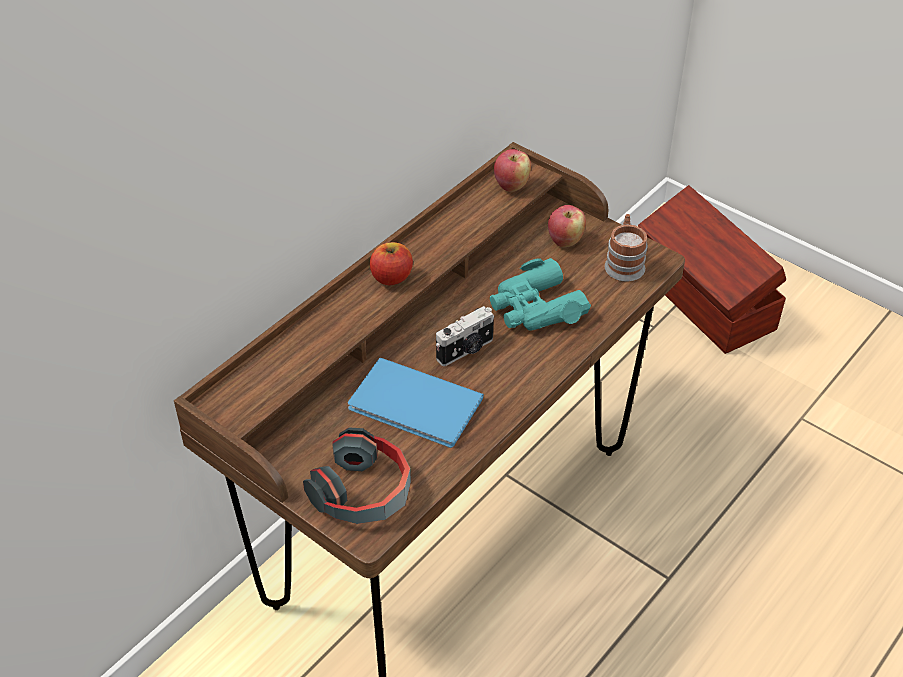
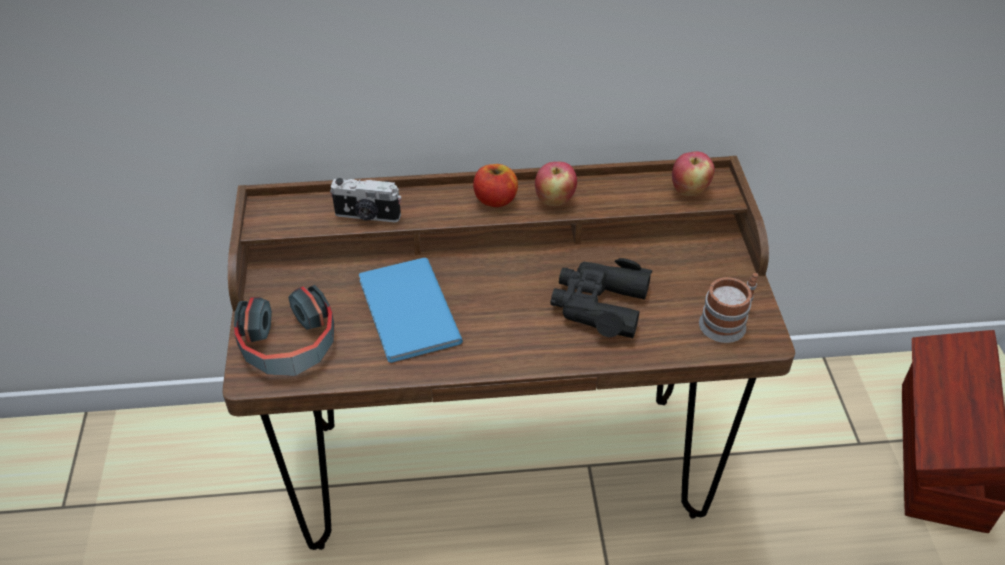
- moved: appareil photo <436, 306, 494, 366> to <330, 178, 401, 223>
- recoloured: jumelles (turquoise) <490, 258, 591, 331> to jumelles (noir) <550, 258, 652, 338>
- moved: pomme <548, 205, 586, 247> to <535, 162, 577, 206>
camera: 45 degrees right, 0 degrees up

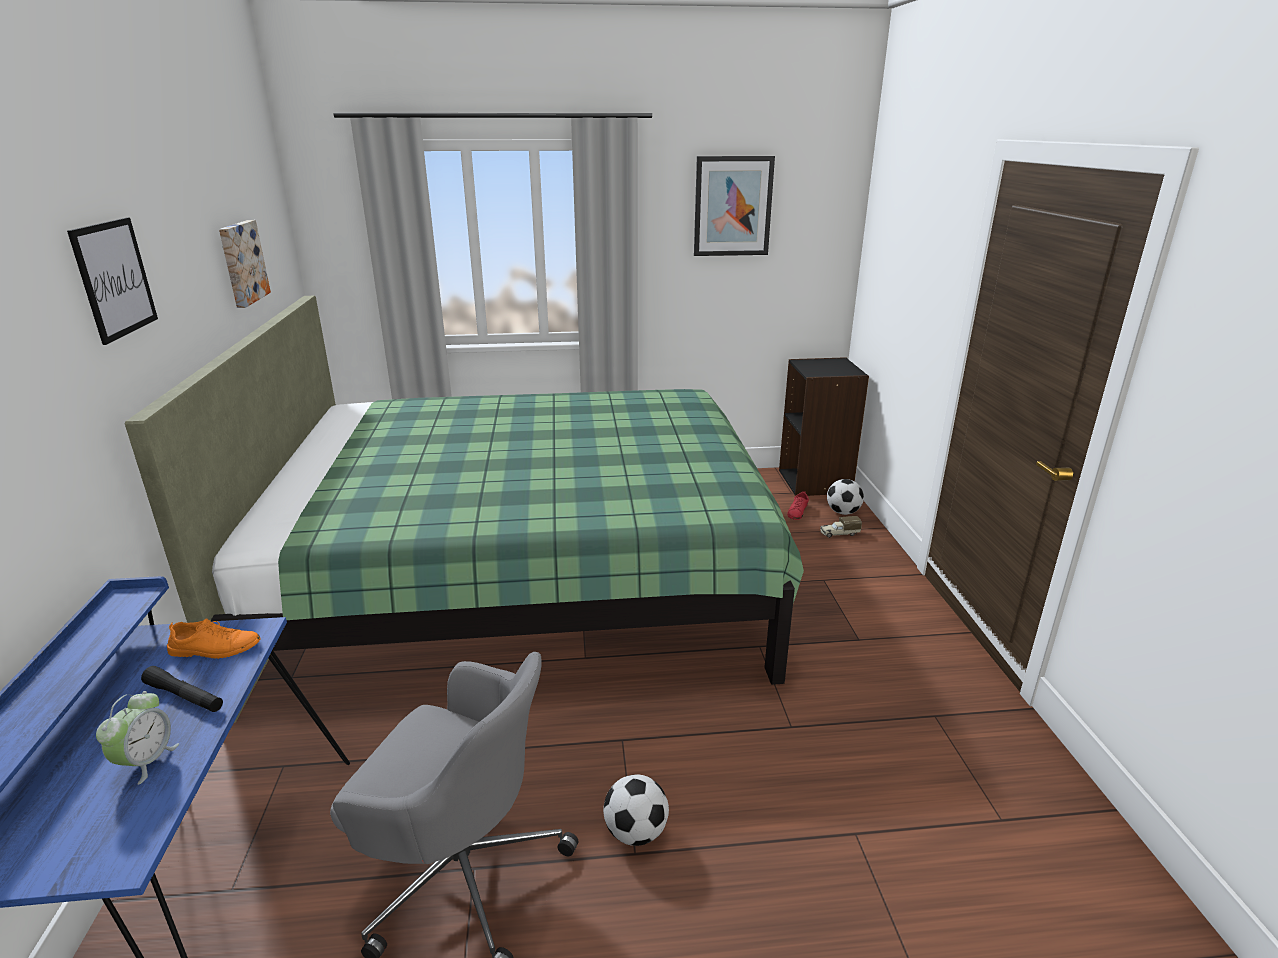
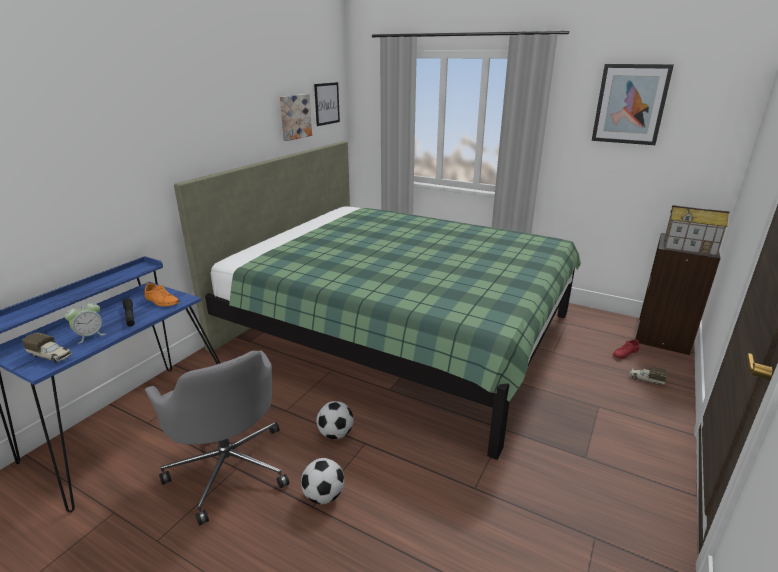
- moved: tableau <67, 217, 158, 345> to <314, 82, 340, 126>
- moved: ballon de foot <827, 479, 864, 515> to <316, 401, 354, 439>
- added: camion jouet <22, 332, 72, 364>
- added: maison miniature <664, 205, 729, 256>
camera: 35 degrees right, 0 degrees up

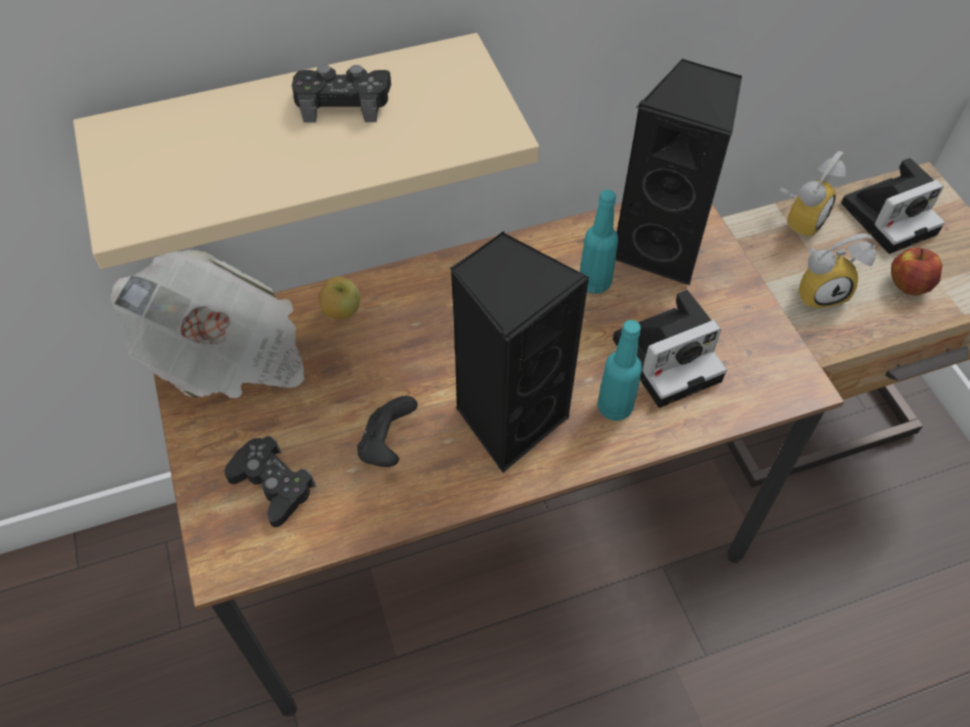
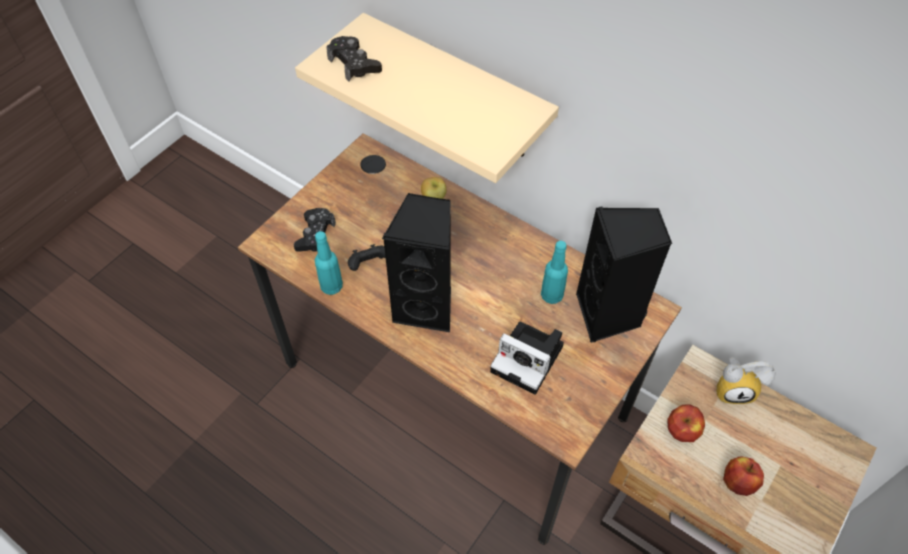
- removed: journal <111, 250, 305, 399>
- moved: manette (noir) <292, 65, 391, 122> to <326, 36, 382, 82>
- moved: bouteille (turquoise) <597, 320, 642, 421> to <315, 231, 343, 295>
- replaced: réveil <798, 233, 876, 310> to pomme <667, 405, 705, 442>
- removed: appareil photo <841, 158, 945, 254>
camera: 55 degrees right, 0 degrees up

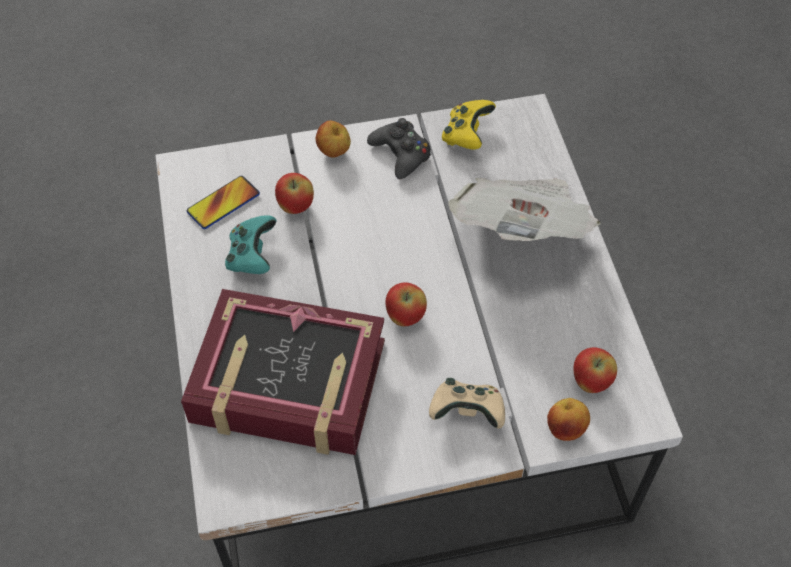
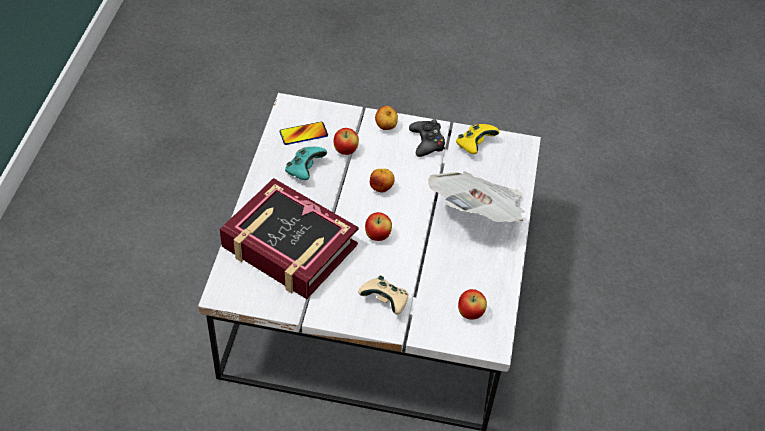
- moved: pomme <547, 398, 590, 441> to <370, 169, 395, 193>
camera: 20 degrees right, 5 degrees down

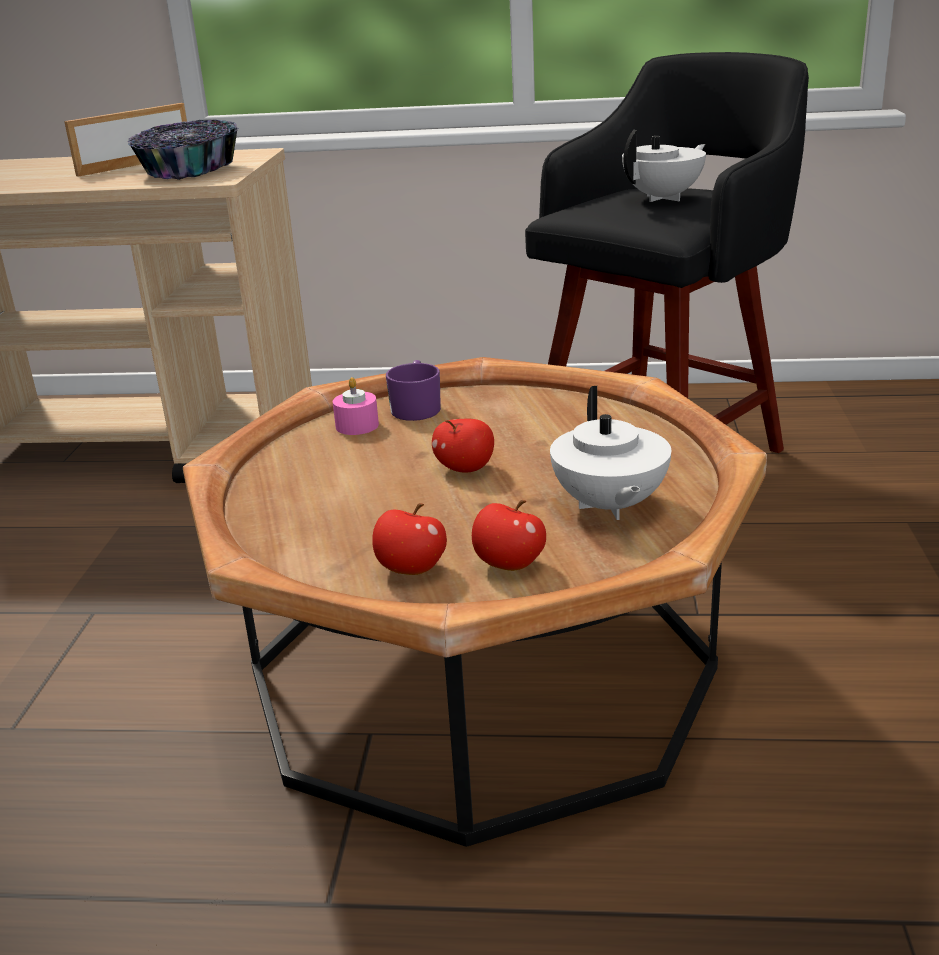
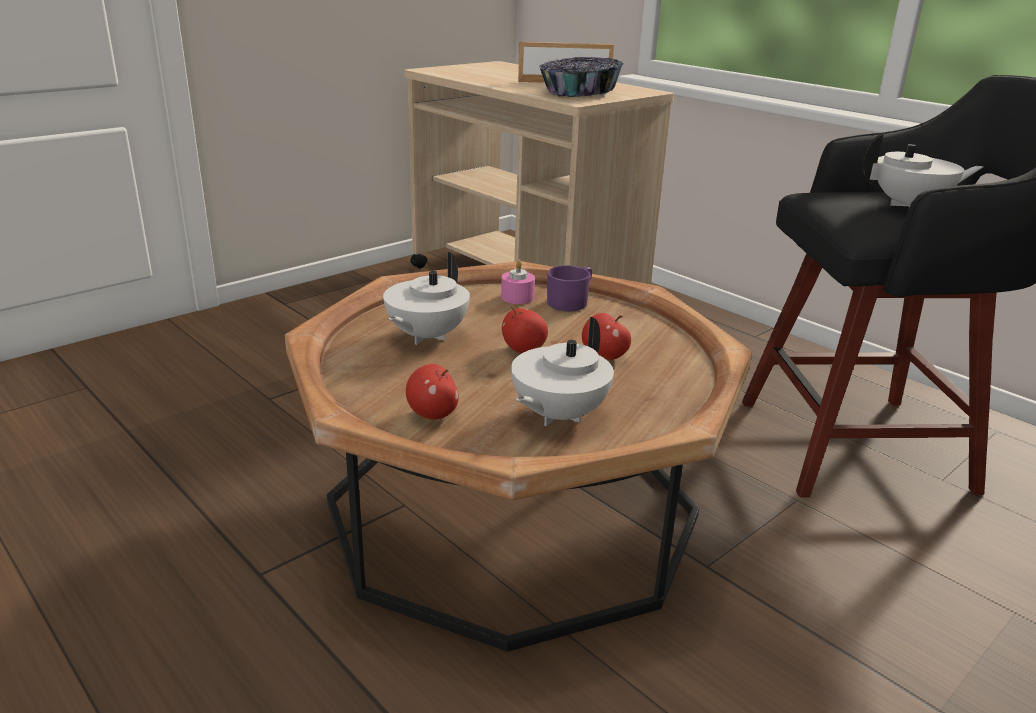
- moved: pomme <372, 503, 447, 575> to <582, 313, 631, 361>
- added: théière (blanc) <383, 252, 470, 345>
camera: 40 degrees right, 0 degrees up

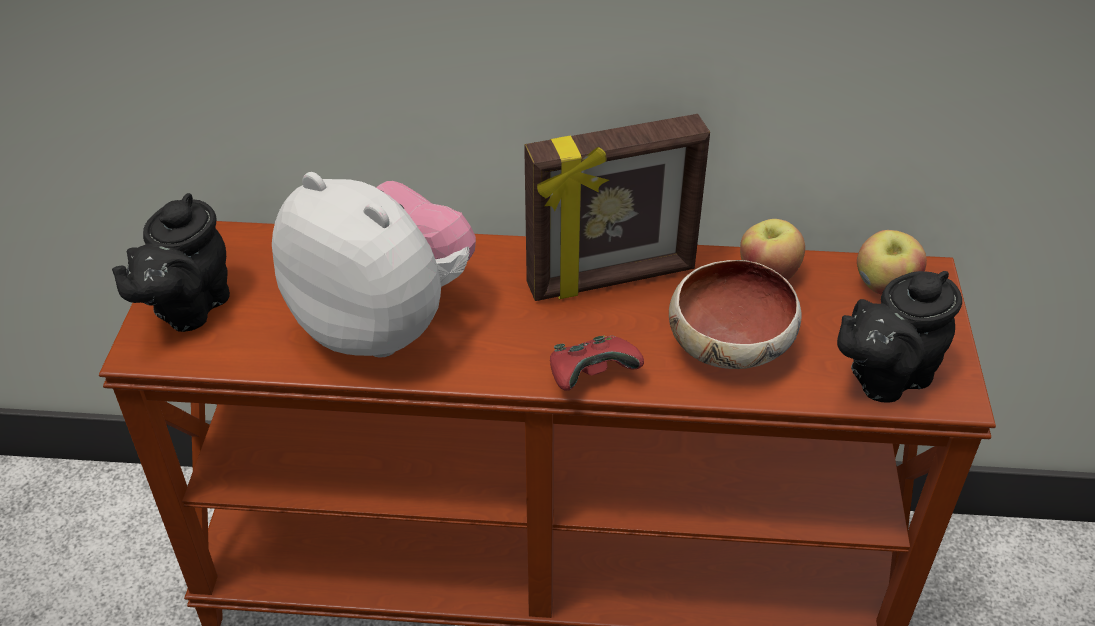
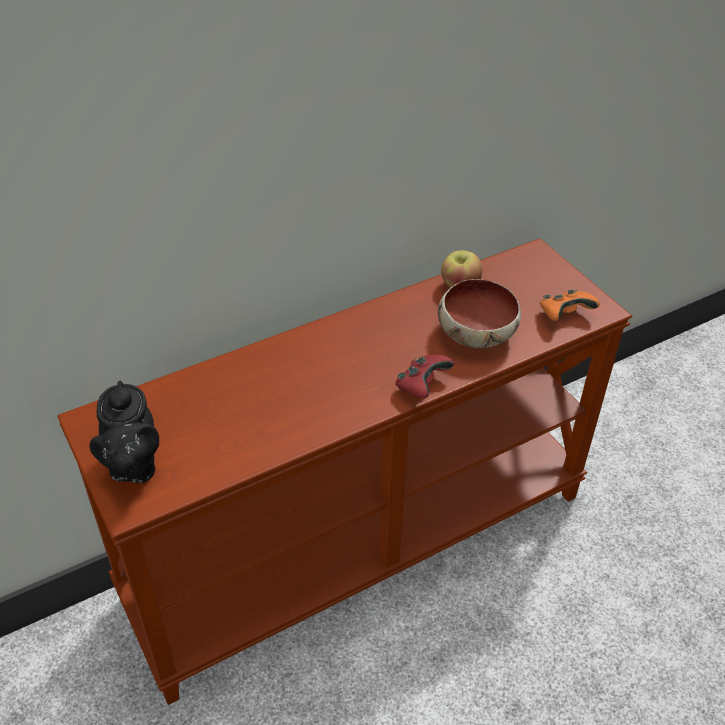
- removed: peluche <272, 172, 476, 358>
- removed: cadre photo <524, 114, 710, 301>
- replaced: théière (noir) <837, 271, 962, 402> to manette (orange) <540, 290, 600, 321>
- removed: pomme <857, 230, 927, 295>
camera: 35 degrees left, 0 degrees up

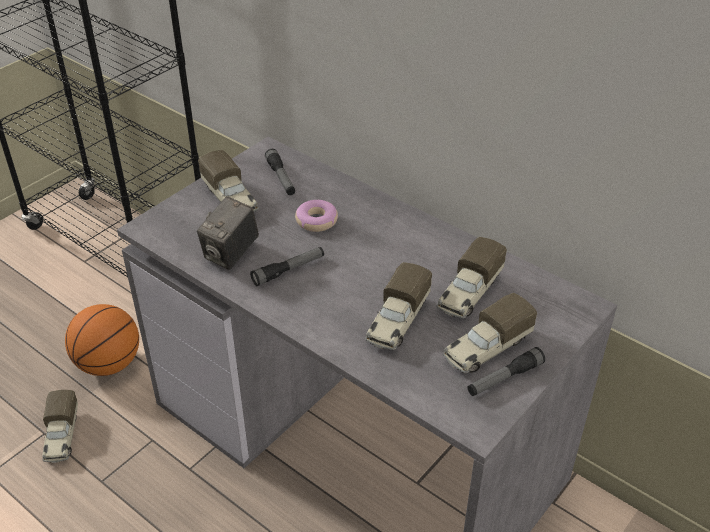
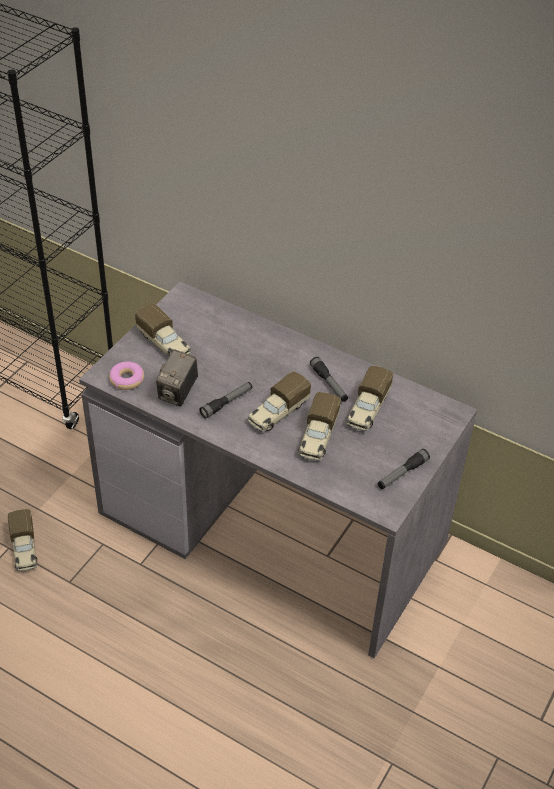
- removed: ballon de basket <65, 304, 139, 376>
- moved: lampe de poche <265, 149, 295, 195> to <310, 357, 348, 402>
- moved: beignet <295, 200, 338, 232> to <109, 362, 144, 390>
- moved: camion jouet <443, 293, 537, 373> to <247, 371, 311, 432>
camera: 10 degrees left, 5 degrees up

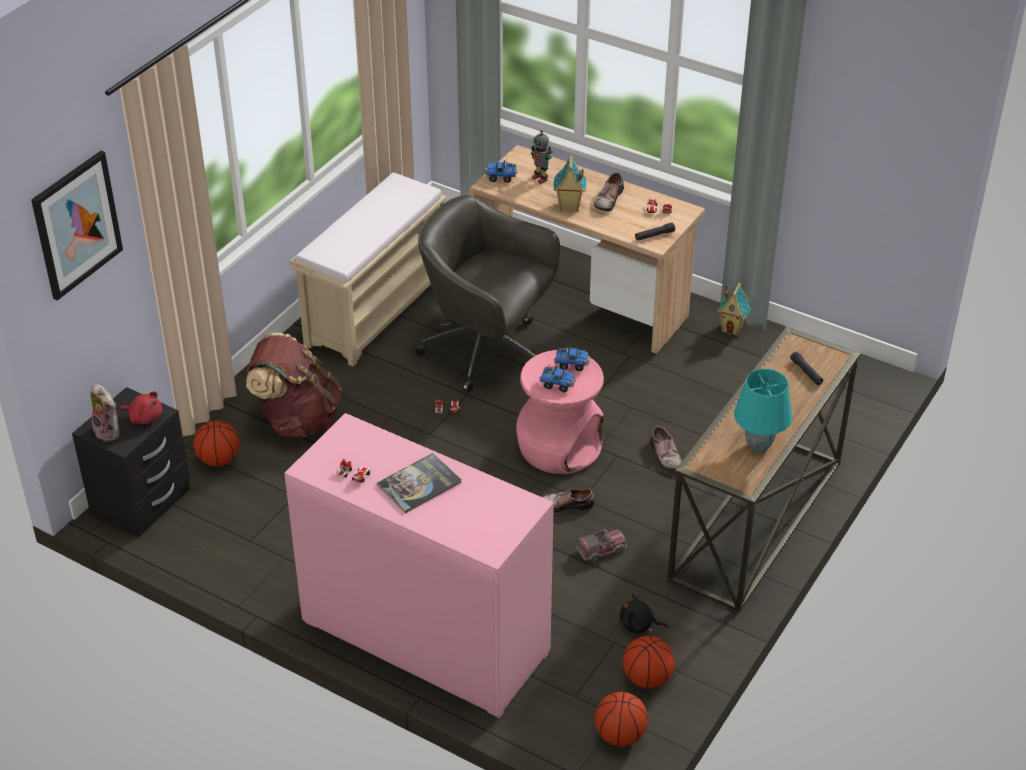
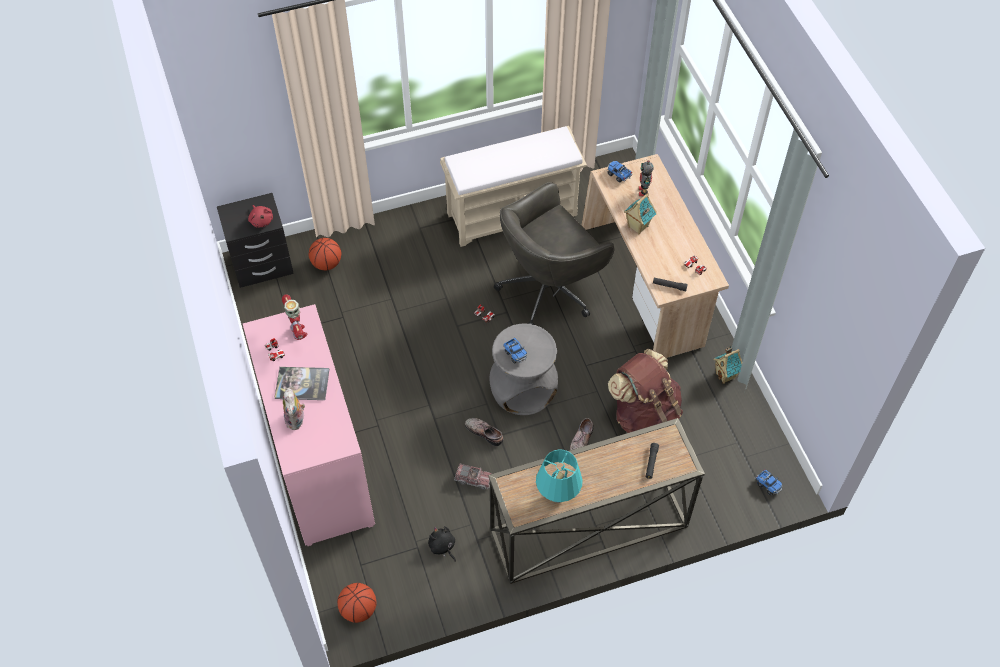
- removed: tableau <31, 151, 123, 301>
- moved: peluche <90, 384, 119, 442> to <283, 388, 305, 430>
- moved: sac à dos (marron) <246, 333, 342, 438> to <608, 349, 683, 433>
- turned: chaise de bureau (gris) <415, 195, 560, 393> = <494, 182, 614, 325> 105 degrees counterclockwise
- recoloured: tabouret (rose) <516, 350, 604, 474> to tabouret (gris) <490, 323, 558, 415>
- moved: camion jouet <554, 346, 590, 371> to <755, 470, 782, 495>
- removed: chaussure <594, 172, 624, 212>
- removed: ballon de basket <623, 636, 675, 688>
- added: robot jouet <282, 294, 307, 340>
camera: 40 degrees right, 15 degrees up

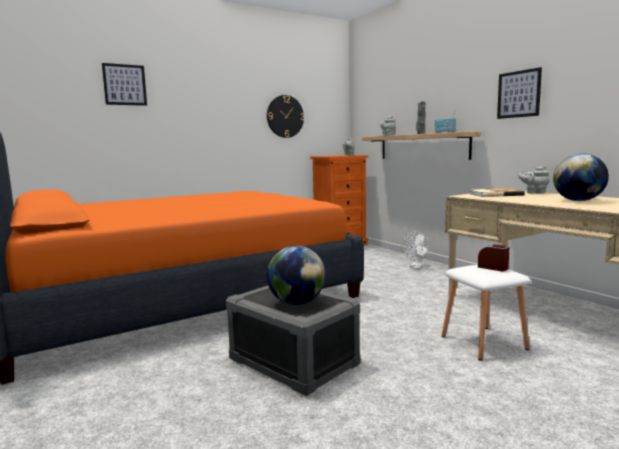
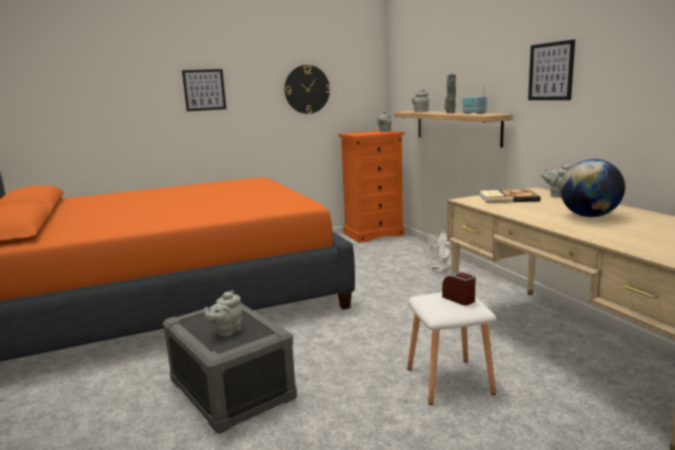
- moved: tableau <102, 63, 147, 106> to <182, 69, 226, 111>
- replaced: globe <267, 246, 326, 305> to théière (gris) <204, 290, 242, 337>
camera: 10 degrees right, 5 degrees up

